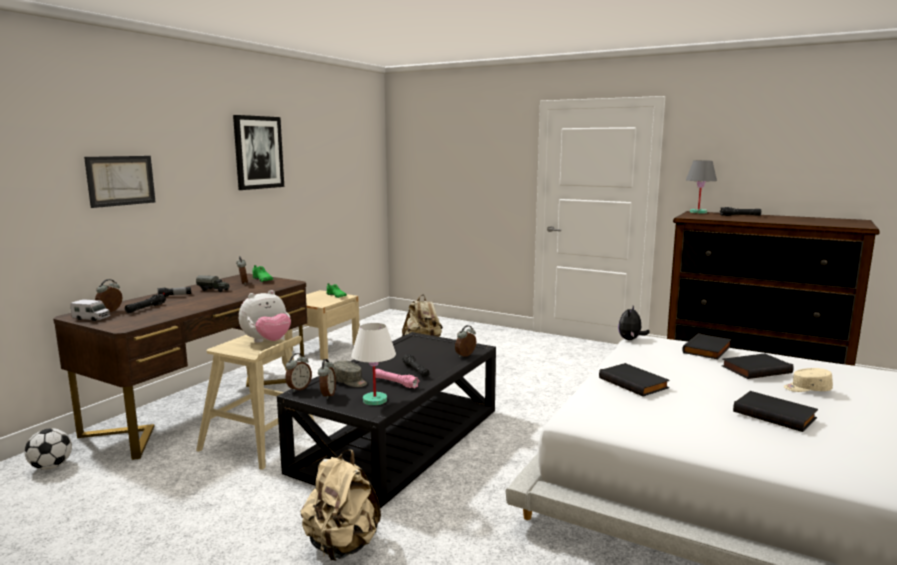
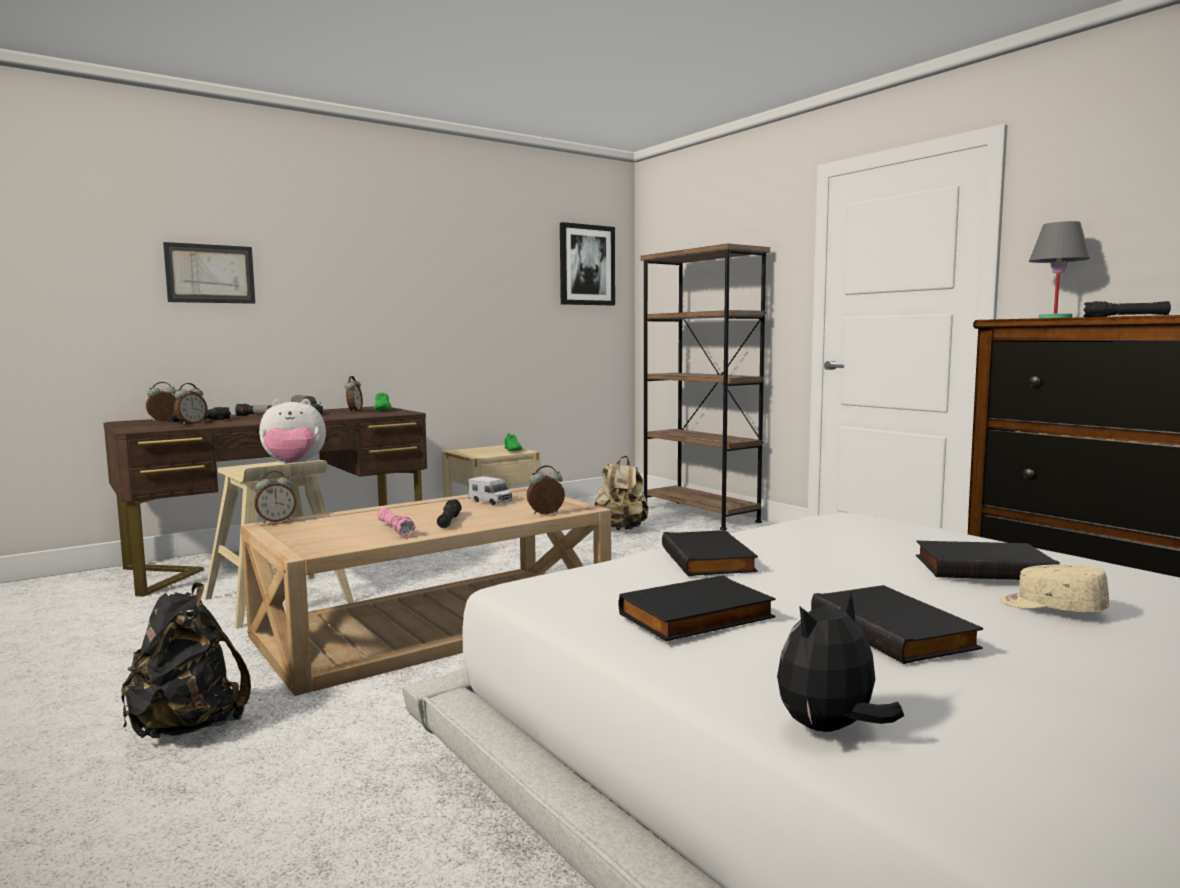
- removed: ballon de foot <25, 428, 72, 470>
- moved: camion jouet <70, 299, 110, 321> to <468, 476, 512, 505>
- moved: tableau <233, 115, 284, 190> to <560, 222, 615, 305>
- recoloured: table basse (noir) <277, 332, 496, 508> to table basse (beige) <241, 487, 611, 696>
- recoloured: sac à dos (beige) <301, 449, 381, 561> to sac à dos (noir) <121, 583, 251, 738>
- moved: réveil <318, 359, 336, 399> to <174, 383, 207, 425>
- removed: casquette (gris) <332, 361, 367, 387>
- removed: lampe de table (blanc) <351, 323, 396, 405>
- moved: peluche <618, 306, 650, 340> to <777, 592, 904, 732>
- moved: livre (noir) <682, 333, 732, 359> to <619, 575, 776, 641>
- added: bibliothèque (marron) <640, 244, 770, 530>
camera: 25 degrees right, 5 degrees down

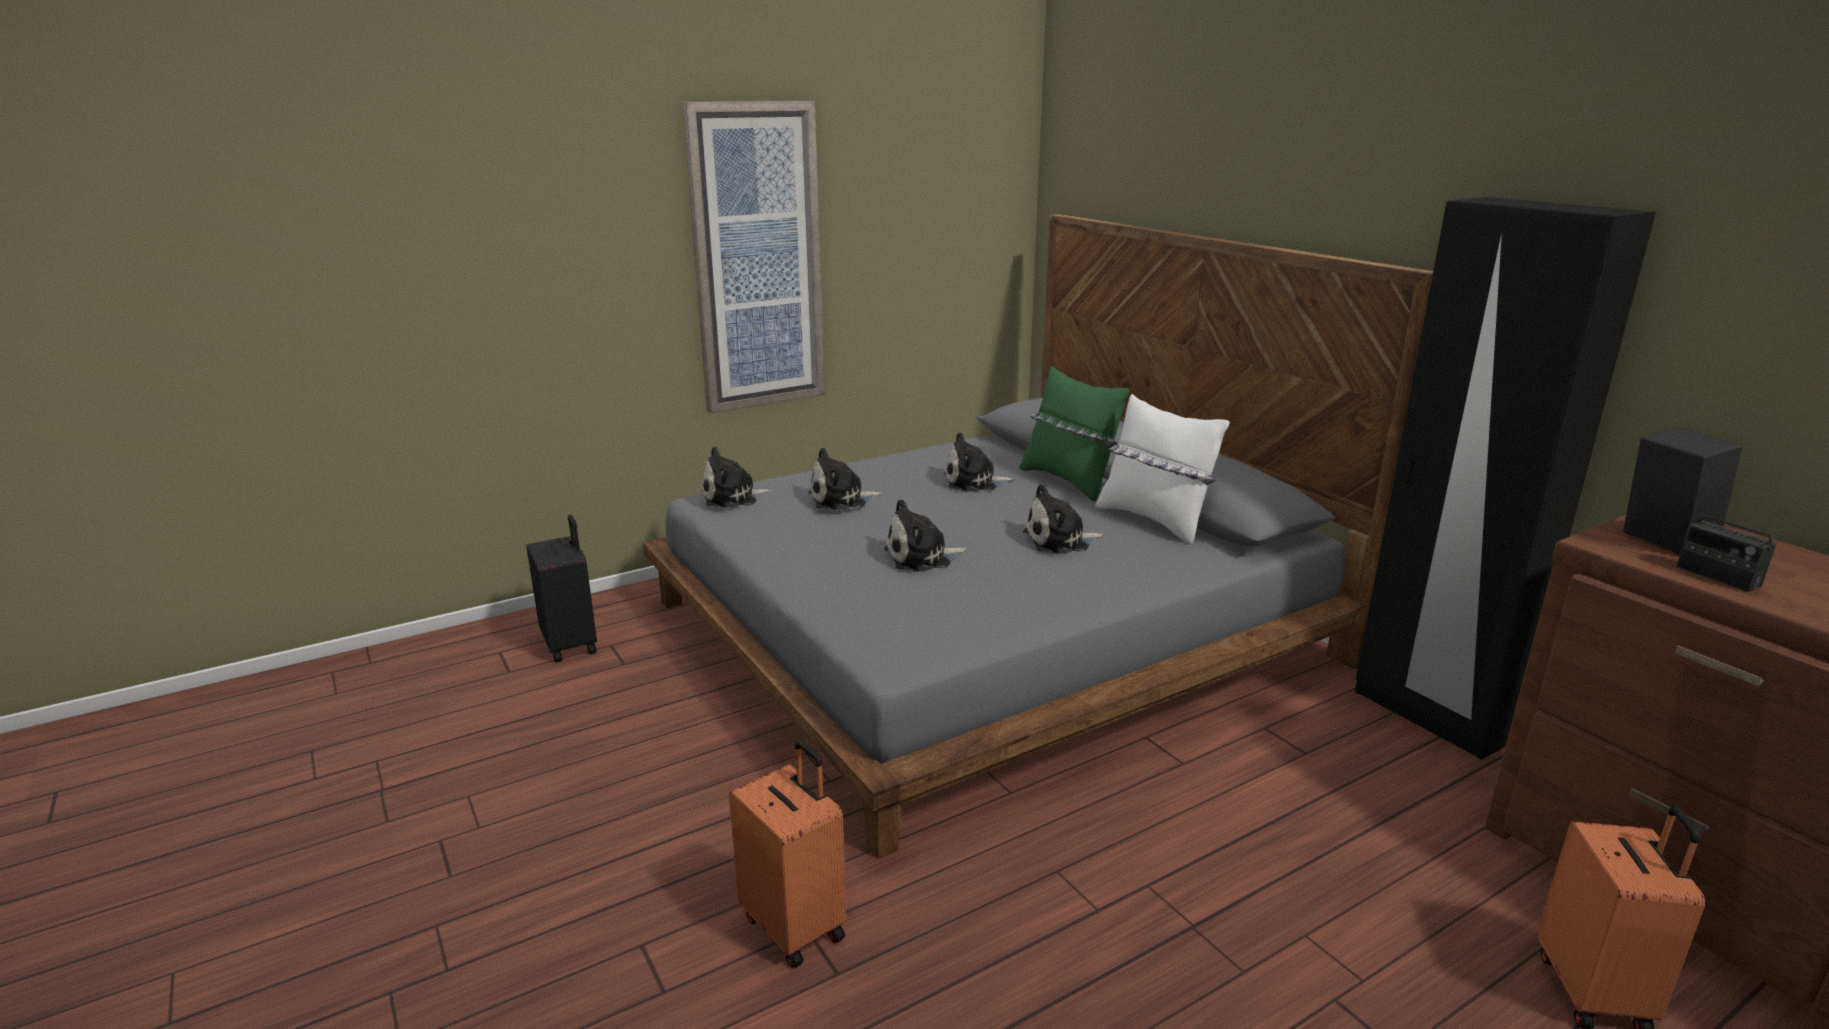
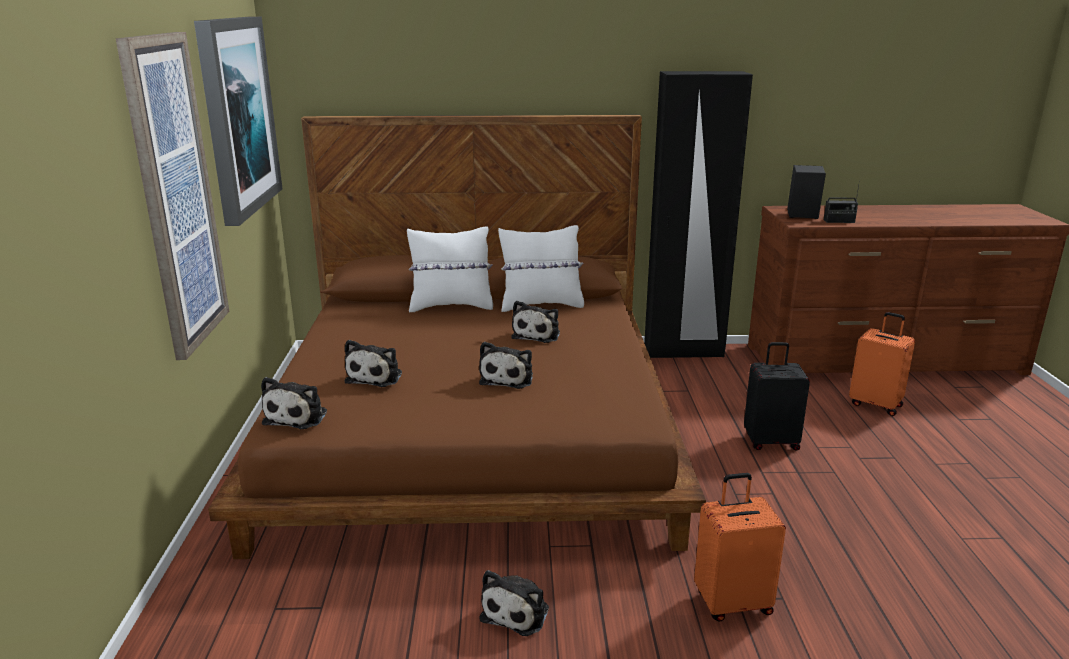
- moved: valise (noir) <526, 515, 597, 662> to <744, 342, 810, 451>
- recoloured: lit (gris) <643, 214, 1433, 859> to lit (marron) <208, 115, 706, 559>
- moved: peluche <944, 432, 1015, 492> to <480, 570, 549, 636>
- recoloured: coussin (vert) <1019, 366, 1130, 501> to coussin (blanc) <407, 226, 493, 312>
- added: tableau <194, 17, 282, 226>
camera: 60 degrees left, 0 degrees up

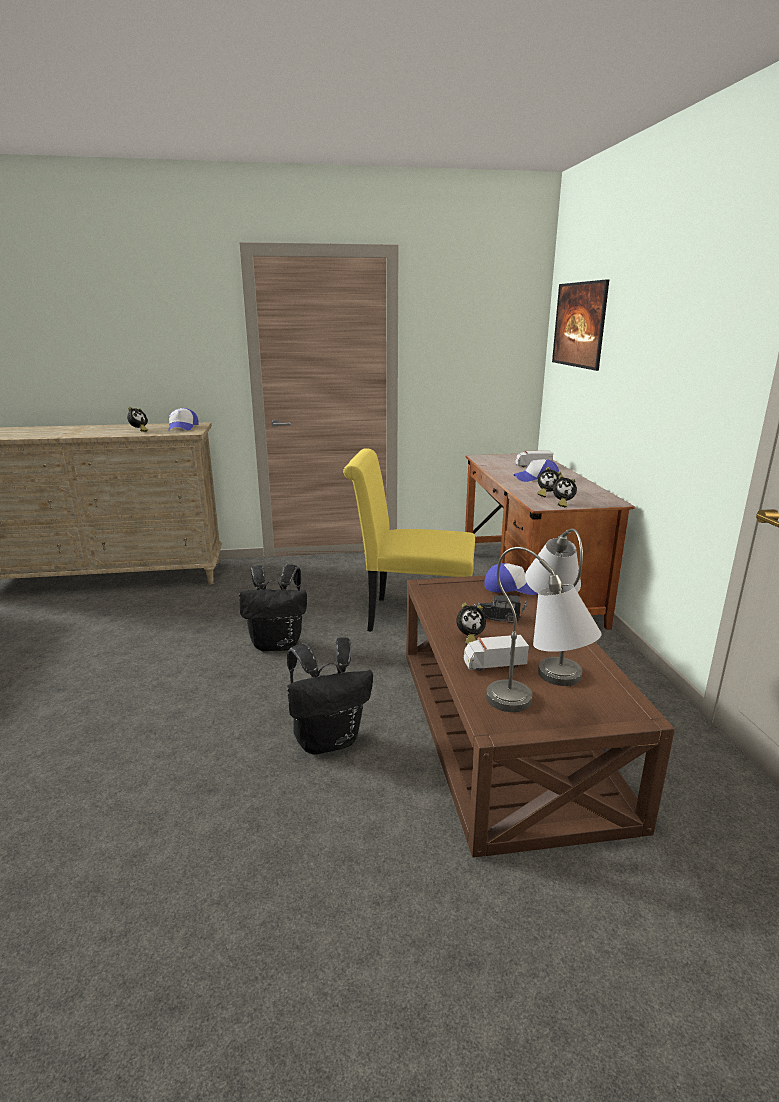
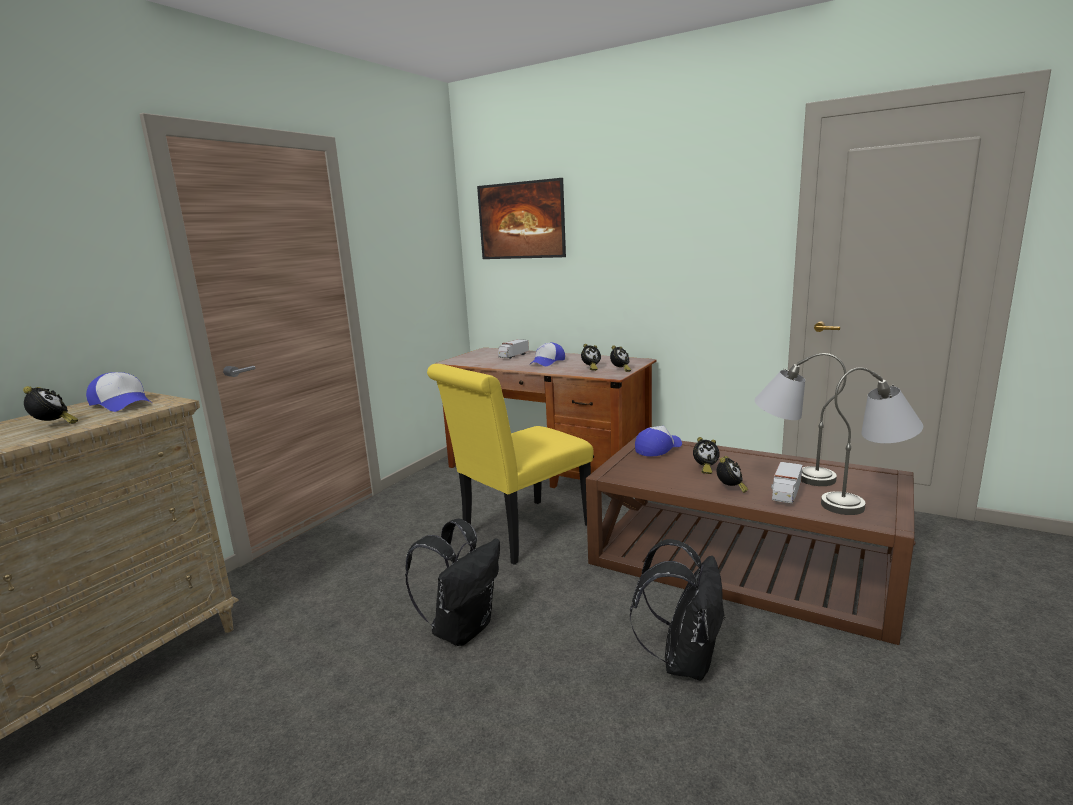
- replaced: camion jouet <474, 595, 527, 623> to réveil <693, 437, 720, 474>
camera: 50 degrees left, 5 degrees down

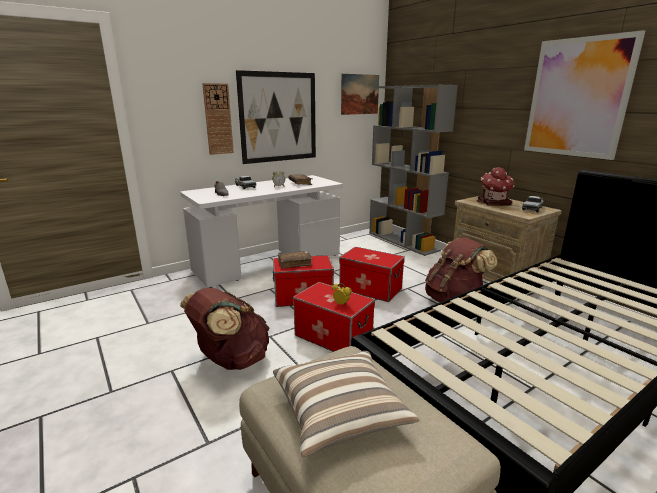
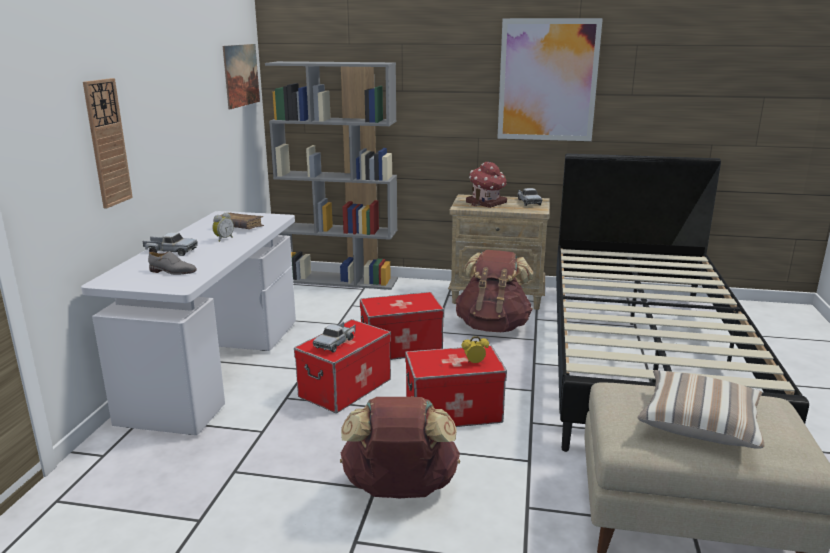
- removed: tableau <236, 70, 316, 164>
- replaced: livre (marron) <278, 251, 312, 269> to camion jouet <313, 322, 356, 353>
camera: 45 degrees left, 0 degrees up

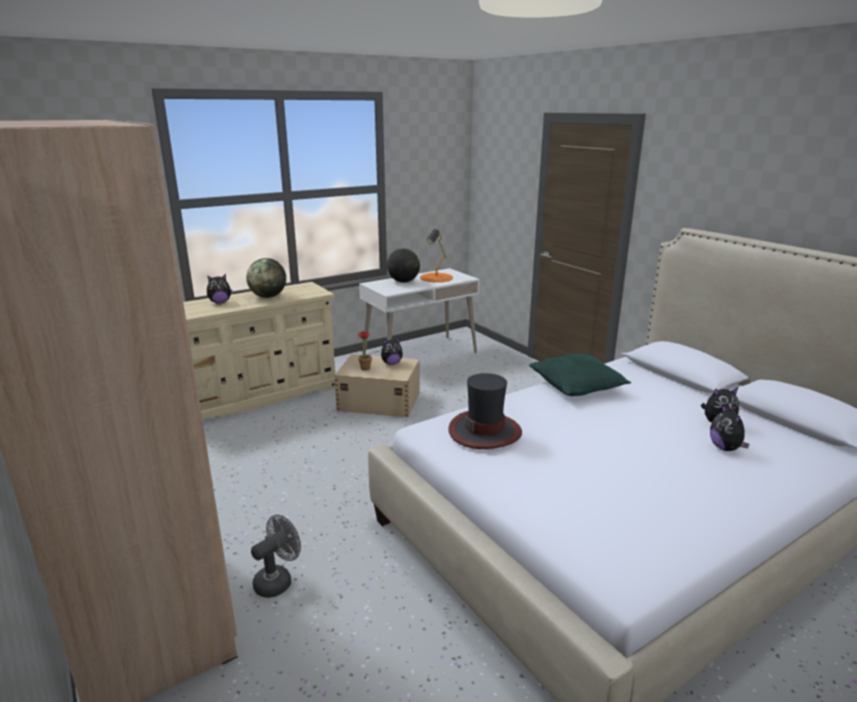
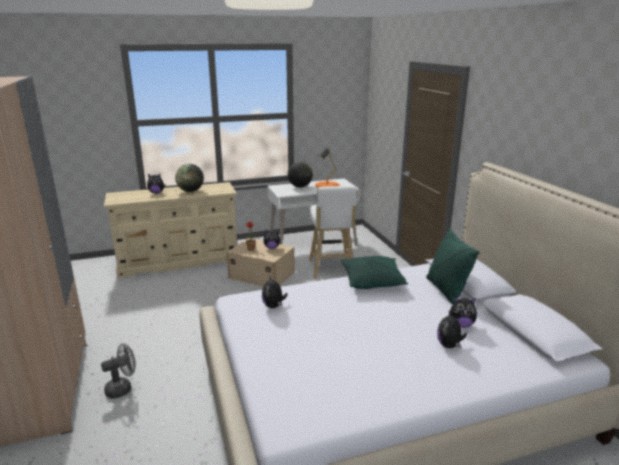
- replaced: chapeau <448, 373, 522, 449> to peluche <262, 275, 288, 308>
- added: tabouret (blanc) <309, 186, 357, 279>
- added: coussin (vert) <426, 228, 480, 304>
camera: 15 degrees right, 0 degrees up

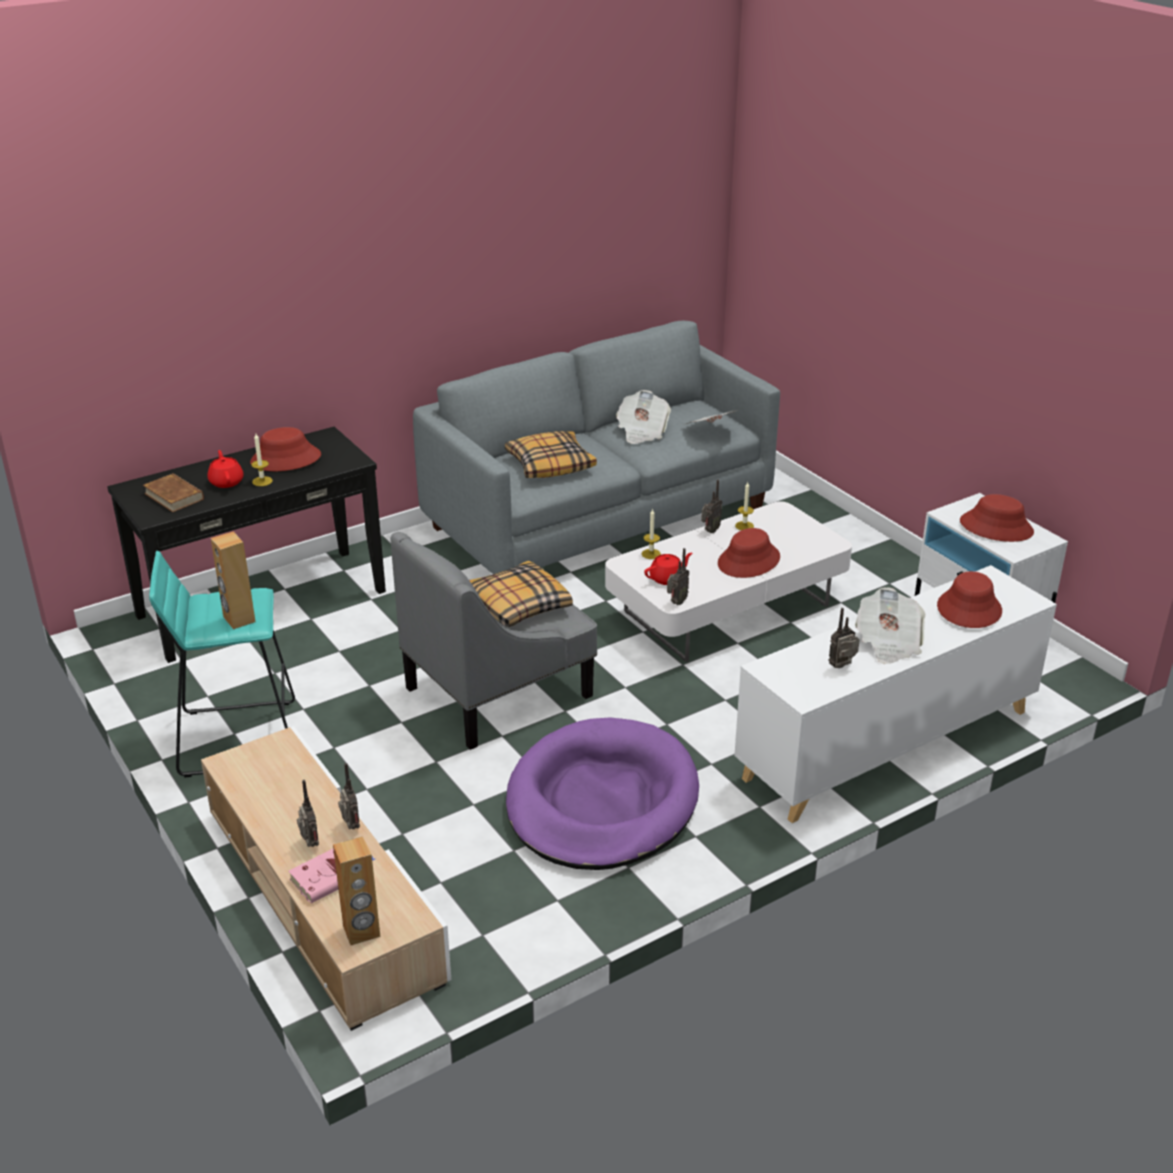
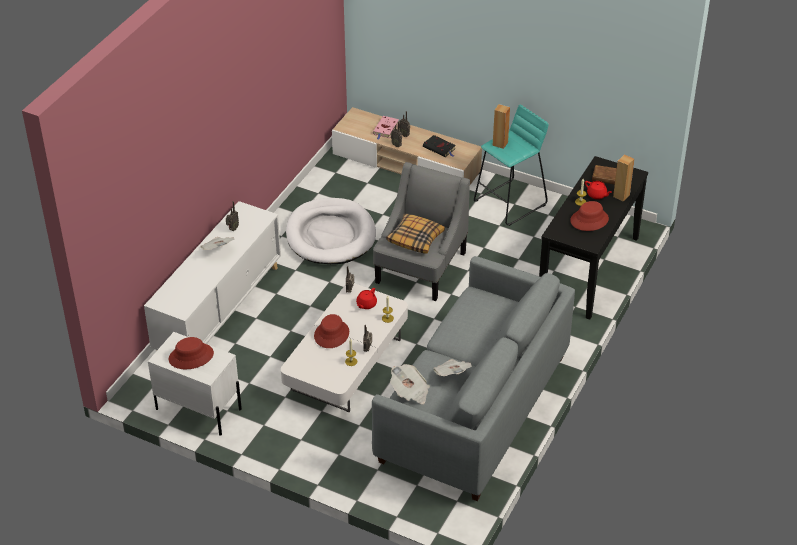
- moved: enceinte (marron) <333, 836, 380, 945> to <613, 155, 635, 201>
- removed: coussin <505, 431, 597, 478>
- recoloured: panier pour chien (violet) <506, 718, 699, 870> to panier pour chien (blanc) <286, 198, 376, 264>
- removed: chapeau (rouge) <937, 571, 1002, 628>
- added: livre (noir) <423, 135, 456, 157>
camera: 150 degrees right, 10 degrees up

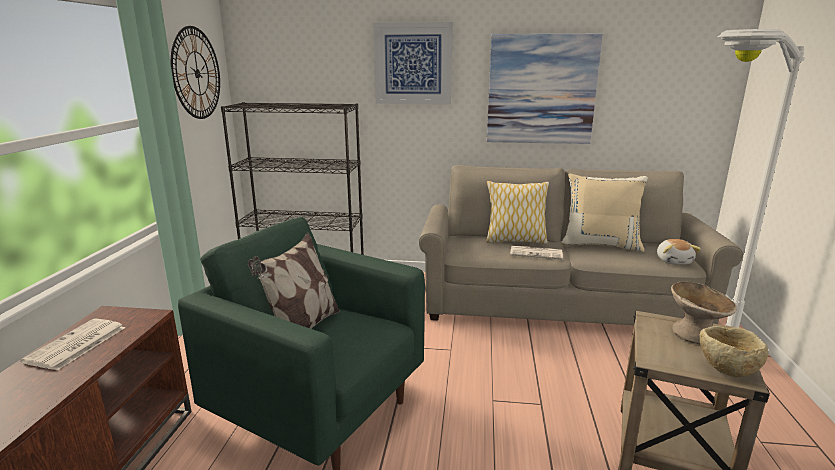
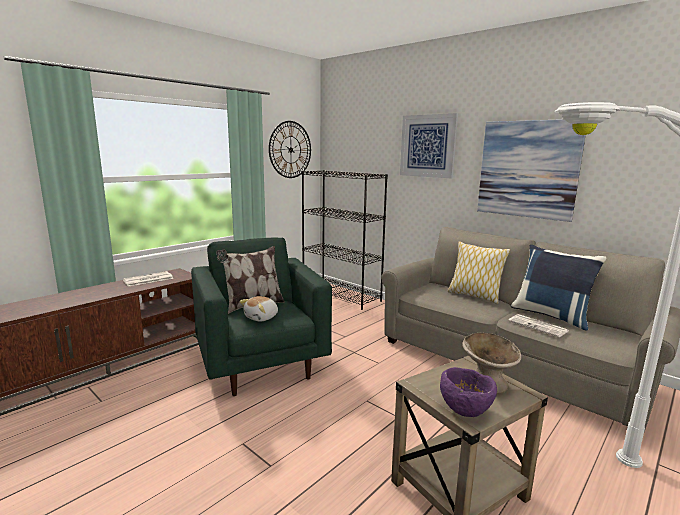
- moved: journal <510, 246, 563, 260> to <508, 314, 568, 337>
- recoloured: coussin (beige) <561, 174, 648, 252> to coussin (bleu) <511, 245, 606, 331>
- moved: peluche <657, 239, 701, 265> to <239, 296, 278, 321>
- recoloured: bol (beige) <700, 326, 768, 377> to bol (violet) <440, 367, 497, 417>
camera: 35 degrees right, 5 degrees down

